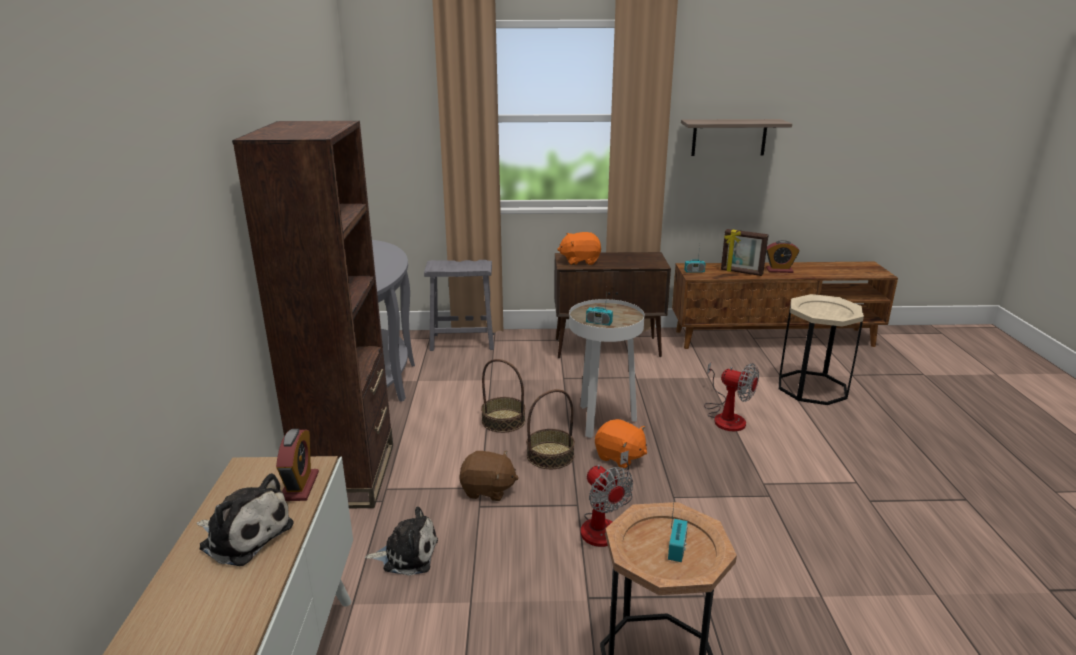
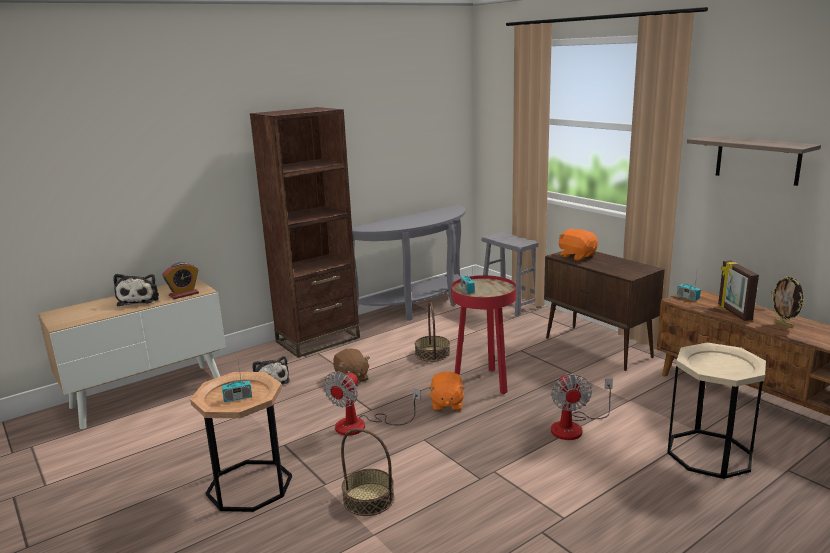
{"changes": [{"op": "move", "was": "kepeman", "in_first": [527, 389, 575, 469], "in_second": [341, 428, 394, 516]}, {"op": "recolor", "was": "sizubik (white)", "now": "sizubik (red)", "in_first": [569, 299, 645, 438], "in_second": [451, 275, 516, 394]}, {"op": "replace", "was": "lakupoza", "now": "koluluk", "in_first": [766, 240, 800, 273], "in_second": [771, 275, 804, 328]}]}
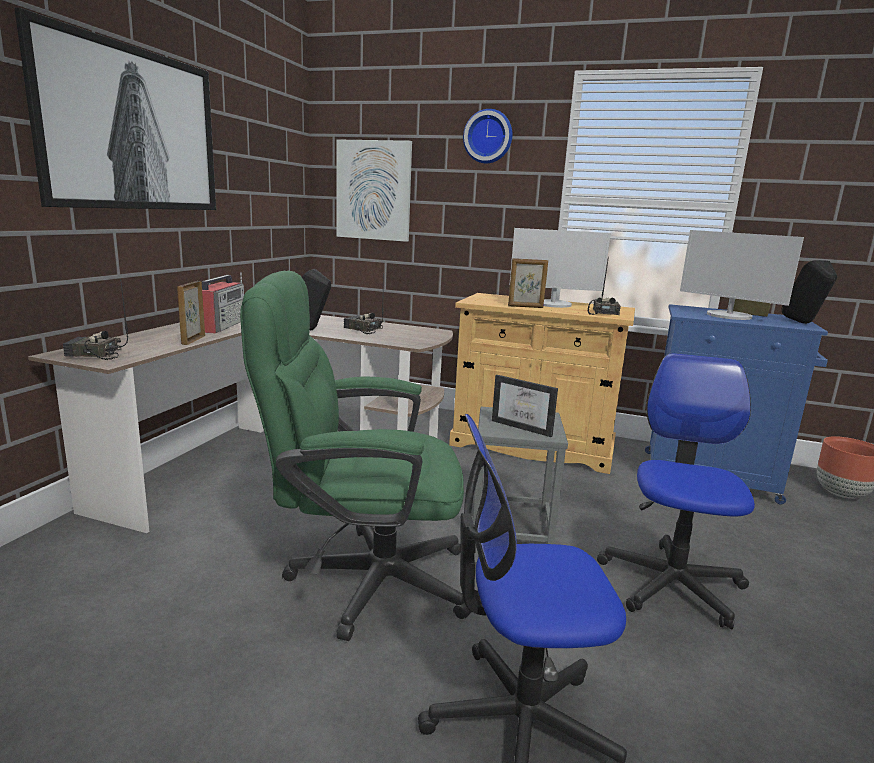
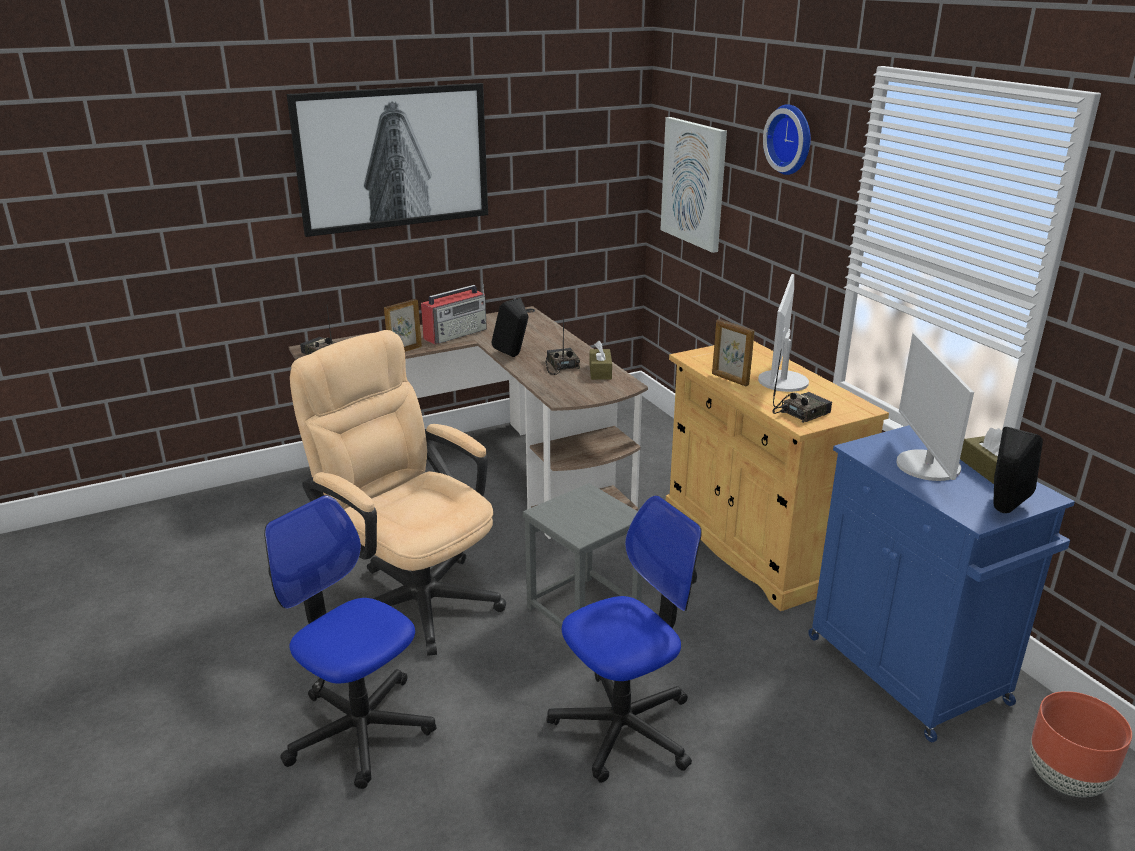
{"changes": [{"op": "recolor", "was": "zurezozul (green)", "now": "zurezozul (beige)", "in_first": [240, 271, 471, 641], "in_second": [290, 330, 506, 656]}, {"op": "insert", "now": "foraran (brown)", "in_second": [590, 341, 612, 380]}, {"op": "rotate", "was": "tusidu", "in_first": [509, 228, 611, 308], "in_second": [758, 274, 809, 392], "clockwise": 60}, {"op": "delete", "was": "koluluk", "in_first": [492, 375, 558, 437]}]}
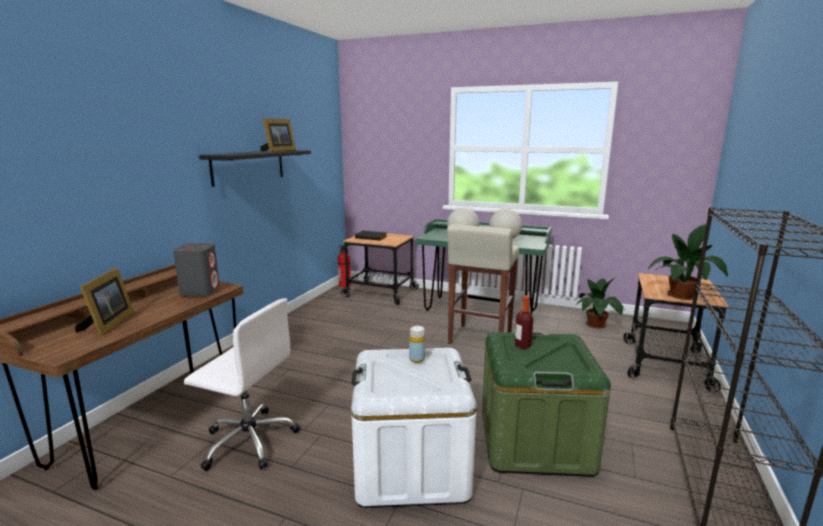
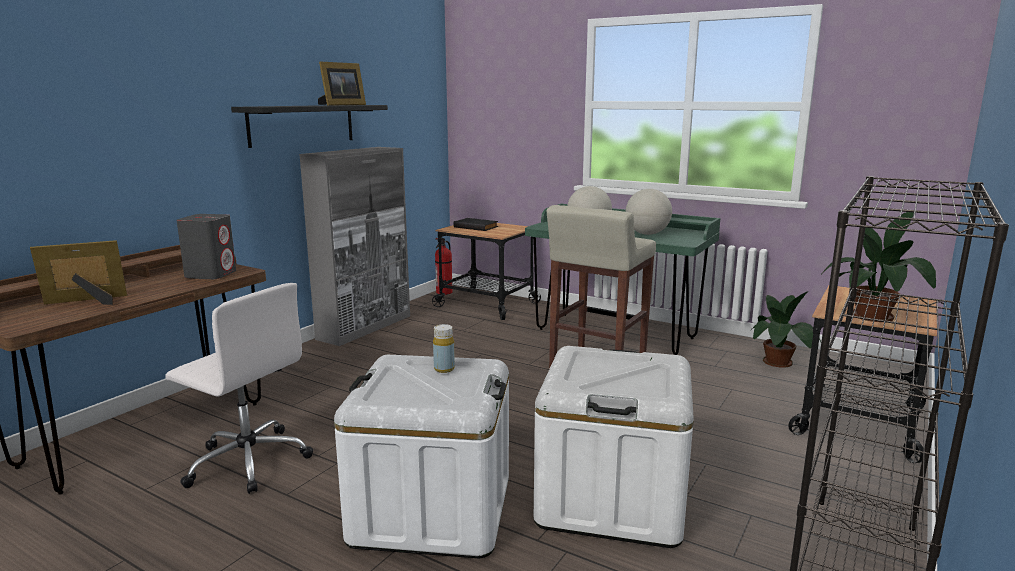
{"changes": [{"op": "rotate", "was": "koluluk", "in_first": [75, 268, 134, 336], "in_second": [30, 240, 127, 305], "clockwise": -120}, {"op": "insert", "now": "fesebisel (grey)", "in_second": [299, 147, 410, 346]}, {"op": "recolor", "was": "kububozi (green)", "now": "kububozi (white)", "in_first": [482, 332, 611, 477], "in_second": [534, 346, 694, 548]}, {"op": "delete", "was": "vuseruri", "in_first": [515, 296, 533, 349]}]}
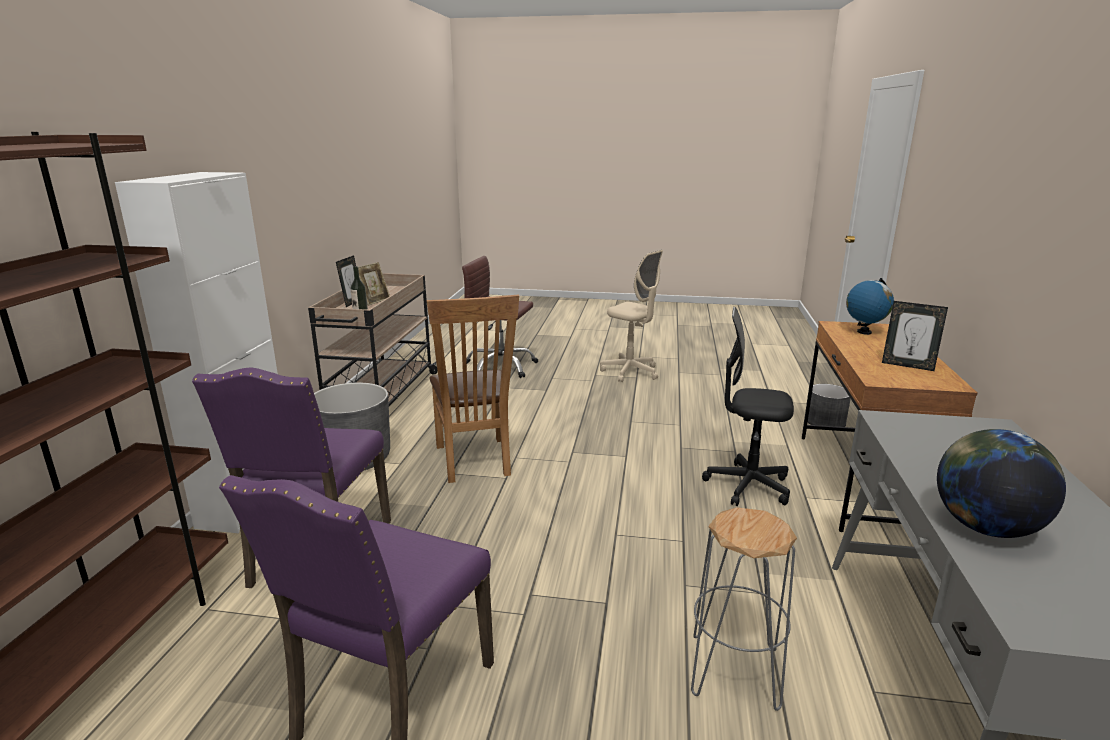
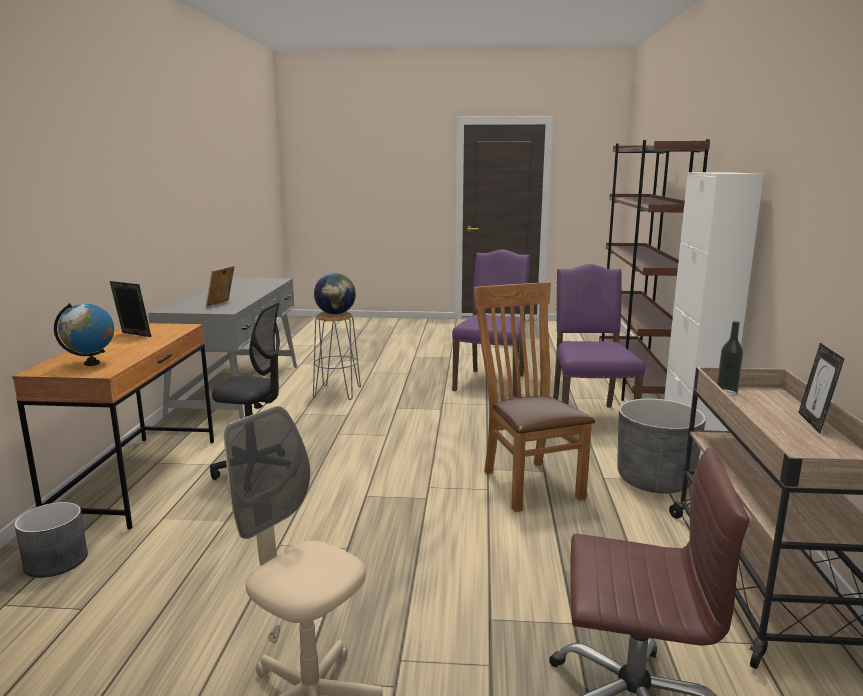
{"changes": [{"op": "move", "was": "koluluk", "in_first": [358, 262, 390, 306], "in_second": [206, 265, 235, 307]}, {"op": "move", "was": "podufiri", "in_first": [937, 429, 1066, 538], "in_second": [314, 273, 356, 315]}]}
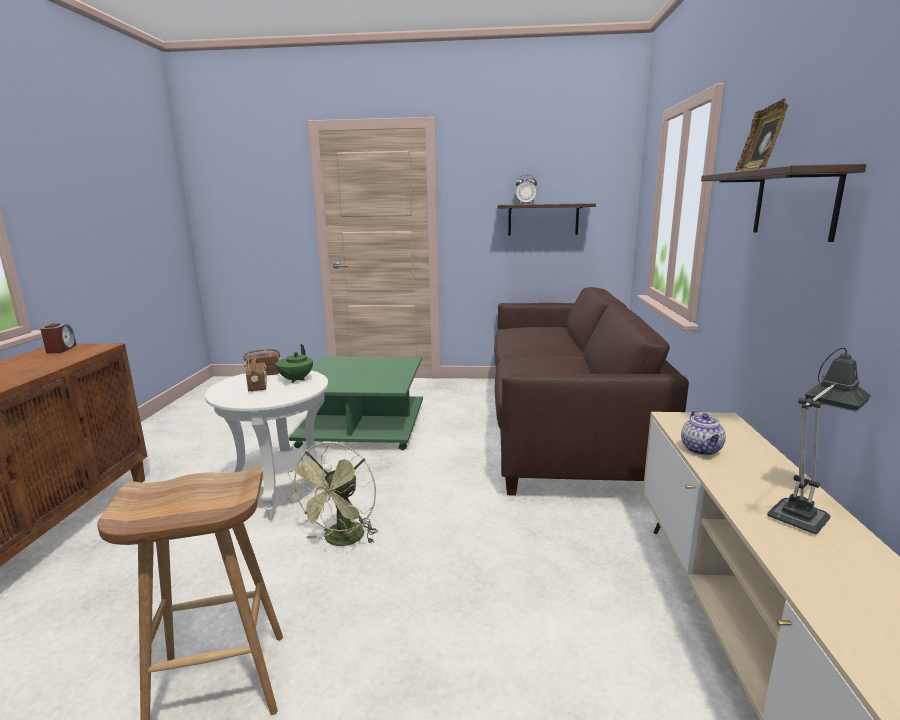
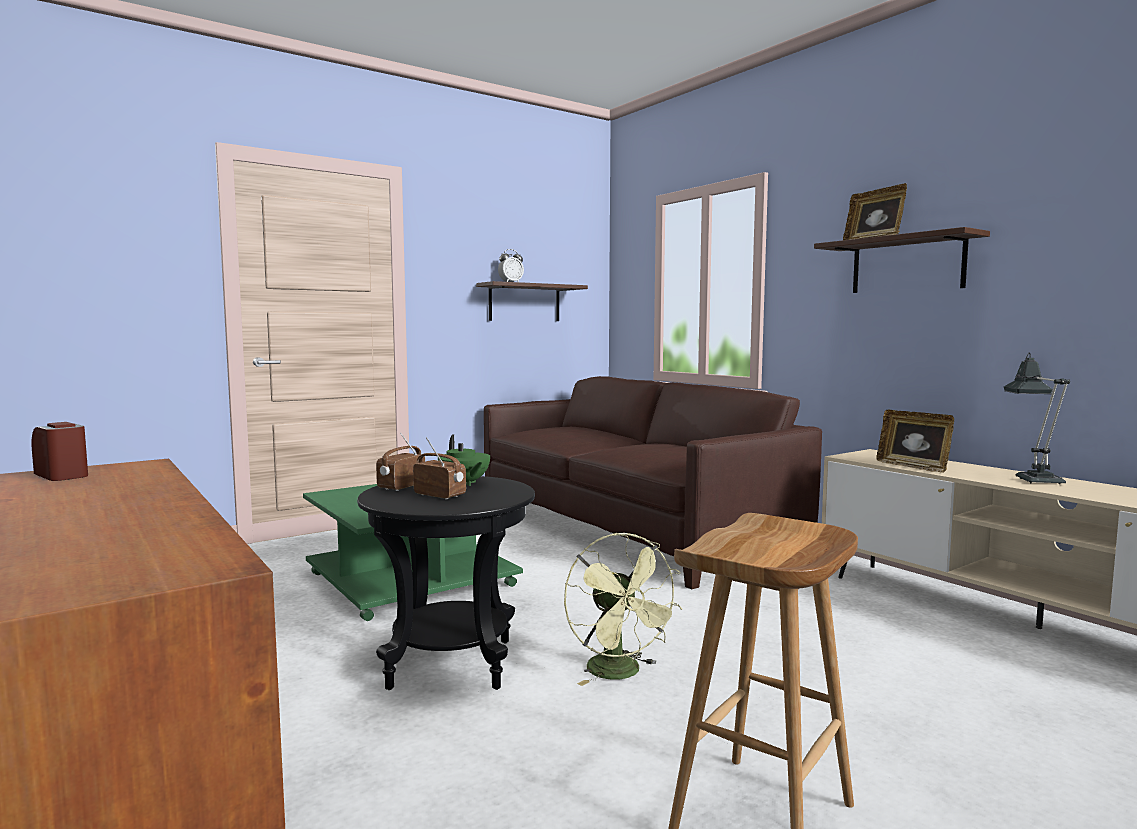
{"changes": [{"op": "recolor", "was": "sizubik (white)", "now": "sizubik (black)", "in_first": [205, 371, 332, 520], "in_second": [357, 476, 535, 690]}, {"op": "replace", "was": "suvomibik", "now": "koluluk", "in_first": [681, 411, 726, 455], "in_second": [876, 410, 954, 473]}]}
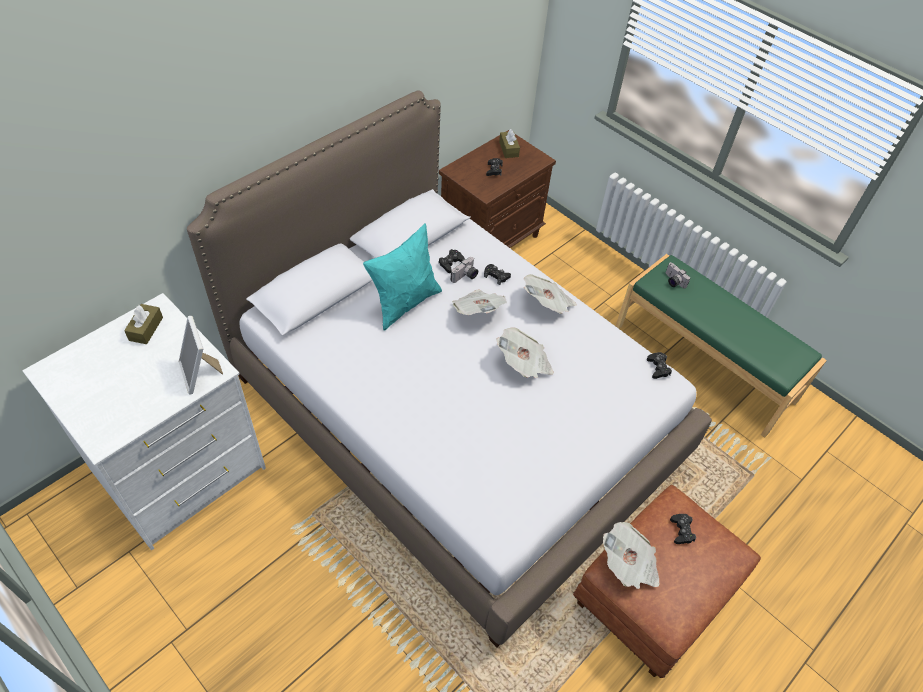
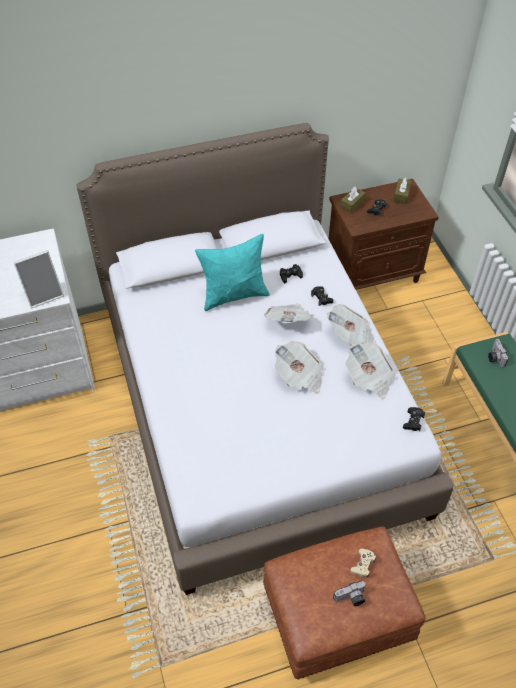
{"changes": [{"op": "rotate", "was": "koluluk", "in_first": [179, 316, 223, 395], "in_second": [13, 250, 64, 308], "clockwise": -120}, {"op": "move", "was": "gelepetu", "in_first": [451, 257, 478, 283], "in_second": [333, 581, 366, 606]}, {"op": "move", "was": "foraran (brown)", "in_first": [124, 304, 163, 344], "in_second": [340, 187, 366, 214]}, {"op": "move", "was": "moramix", "in_first": [603, 522, 660, 589], "in_second": [345, 342, 395, 399]}, {"op": "recolor", "was": "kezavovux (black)", "now": "kezavovux (beige)", "in_first": [670, 514, 696, 544], "in_second": [350, 549, 376, 578]}]}
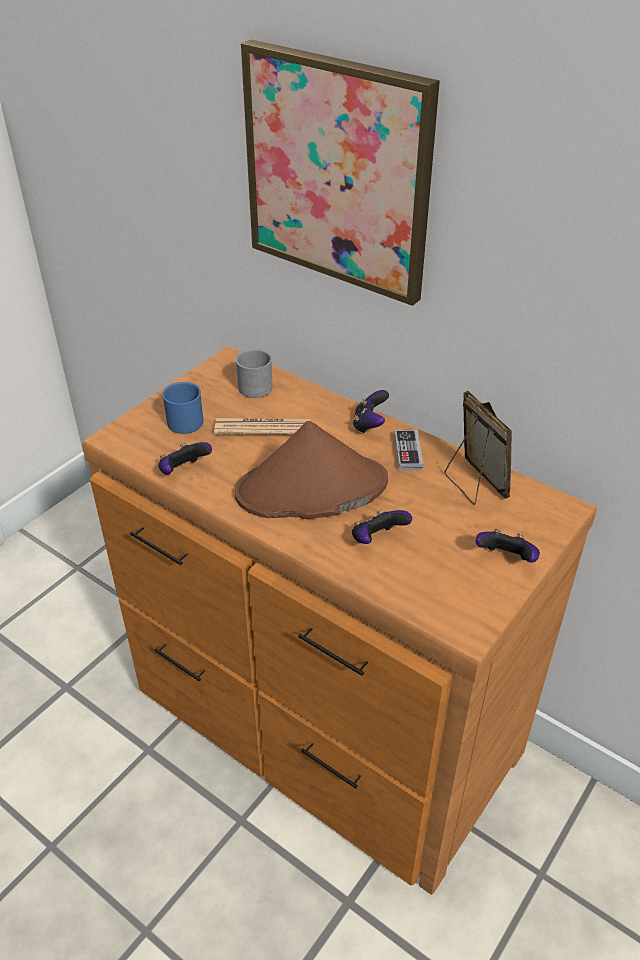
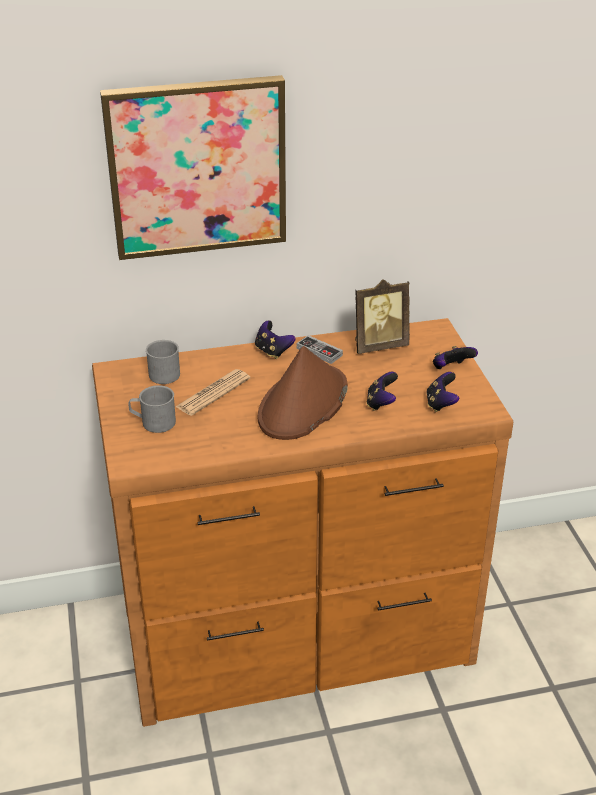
{"changes": [{"op": "recolor", "was": "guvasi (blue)", "now": "guvasi (grey)", "in_first": [162, 382, 203, 434], "in_second": [128, 385, 176, 433]}, {"op": "rotate", "was": "koluluk", "in_first": [445, 391, 512, 505], "in_second": [355, 279, 410, 354], "clockwise": 150}, {"op": "move", "was": "kezavovux", "in_first": [158, 442, 212, 475], "in_second": [426, 372, 459, 412]}]}
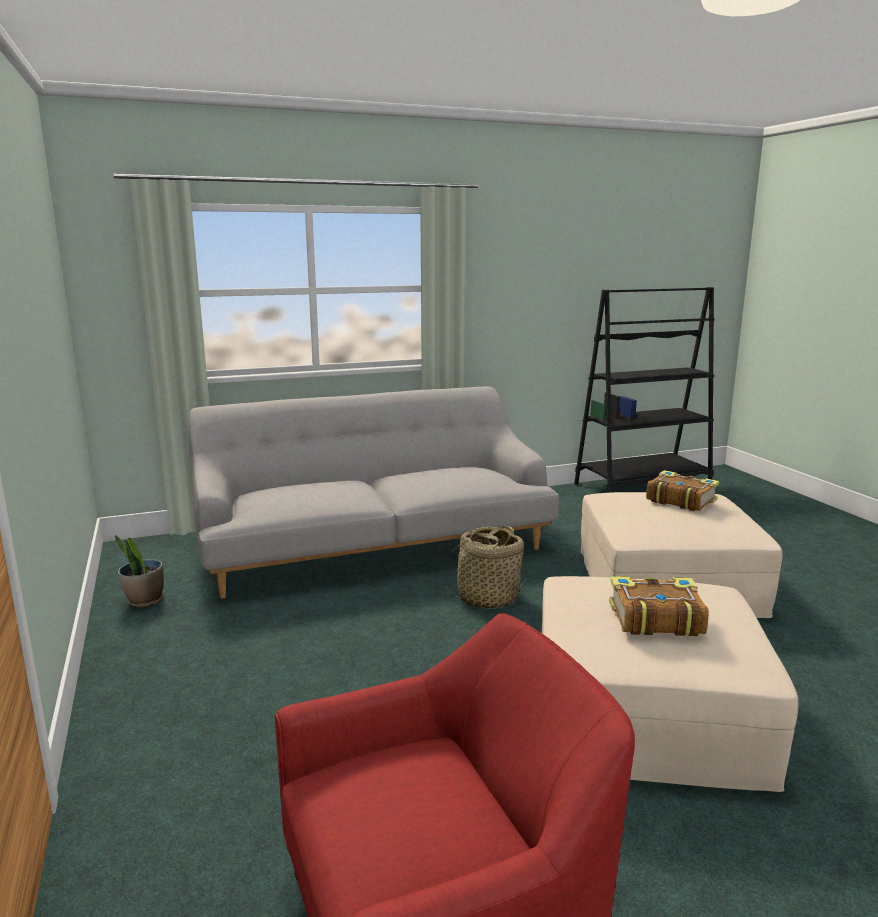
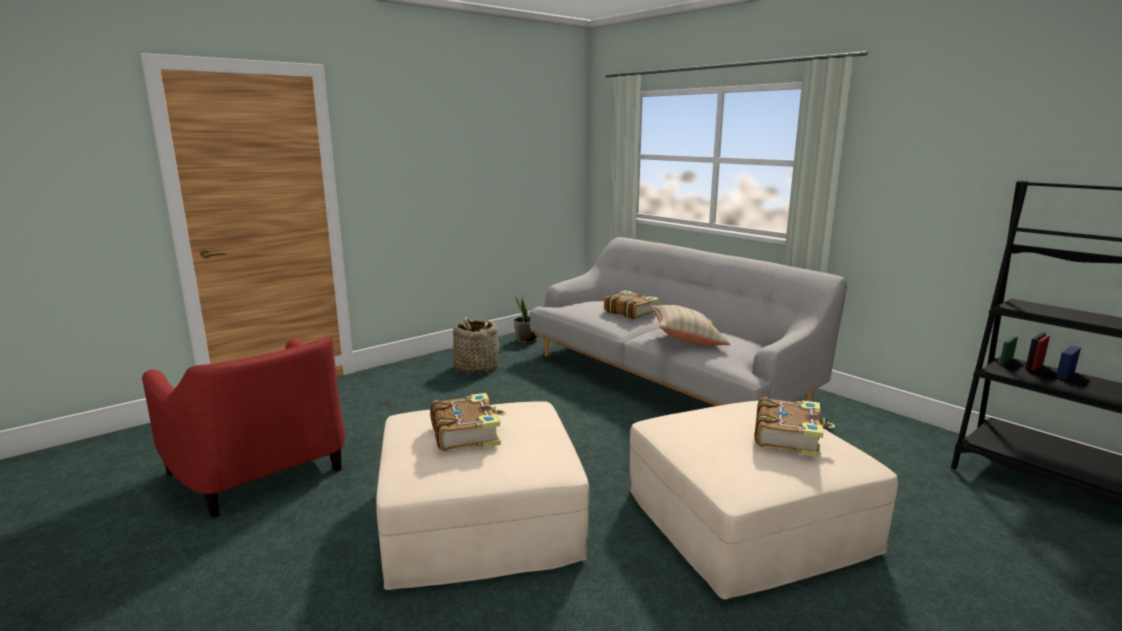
{"changes": [{"op": "move", "was": "kepeman", "in_first": [443, 526, 525, 609], "in_second": [453, 317, 499, 374]}, {"op": "insert", "now": "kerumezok", "in_second": [604, 290, 659, 319]}, {"op": "insert", "now": "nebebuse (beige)", "in_second": [651, 305, 731, 346]}]}
